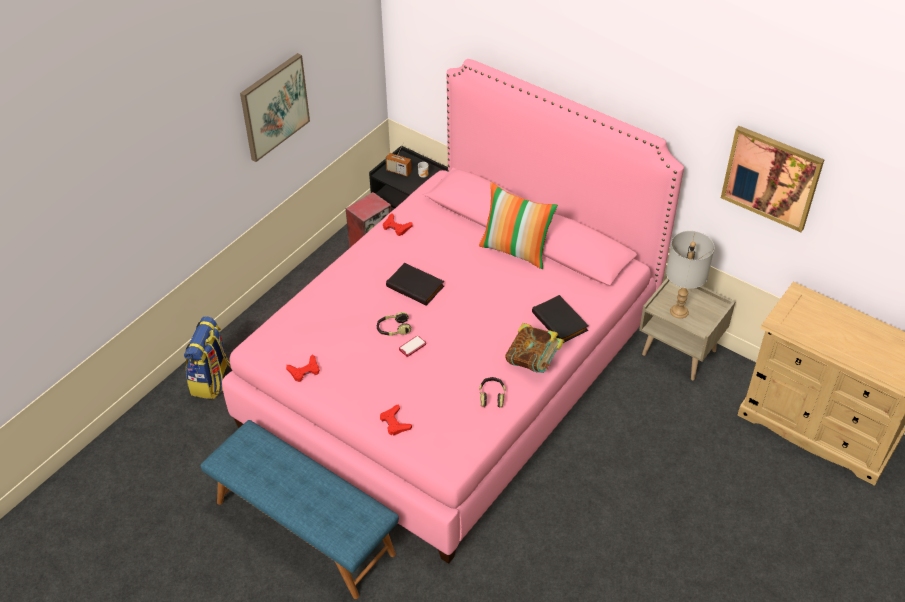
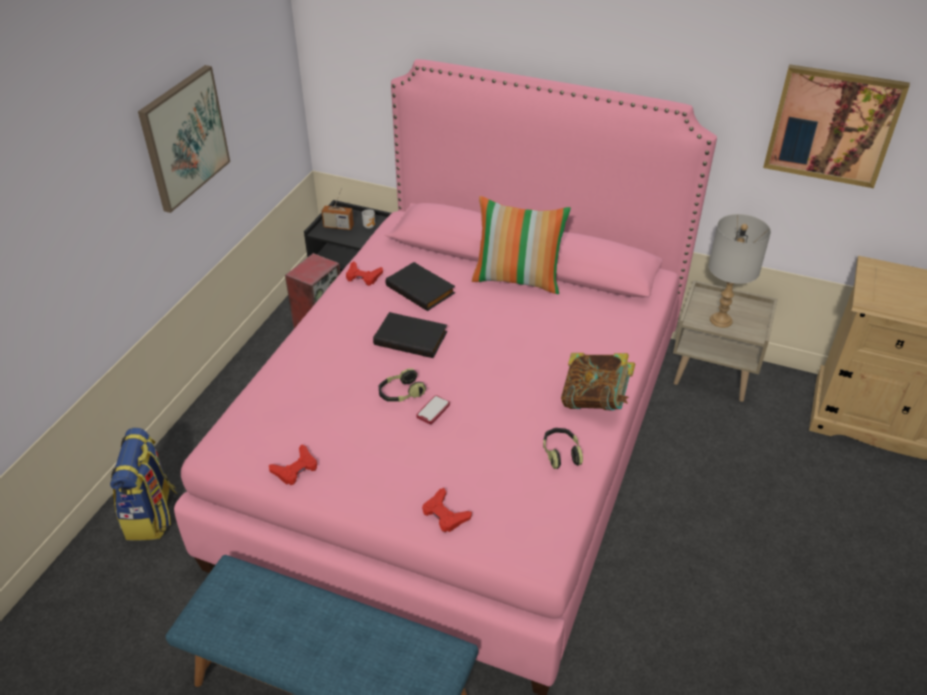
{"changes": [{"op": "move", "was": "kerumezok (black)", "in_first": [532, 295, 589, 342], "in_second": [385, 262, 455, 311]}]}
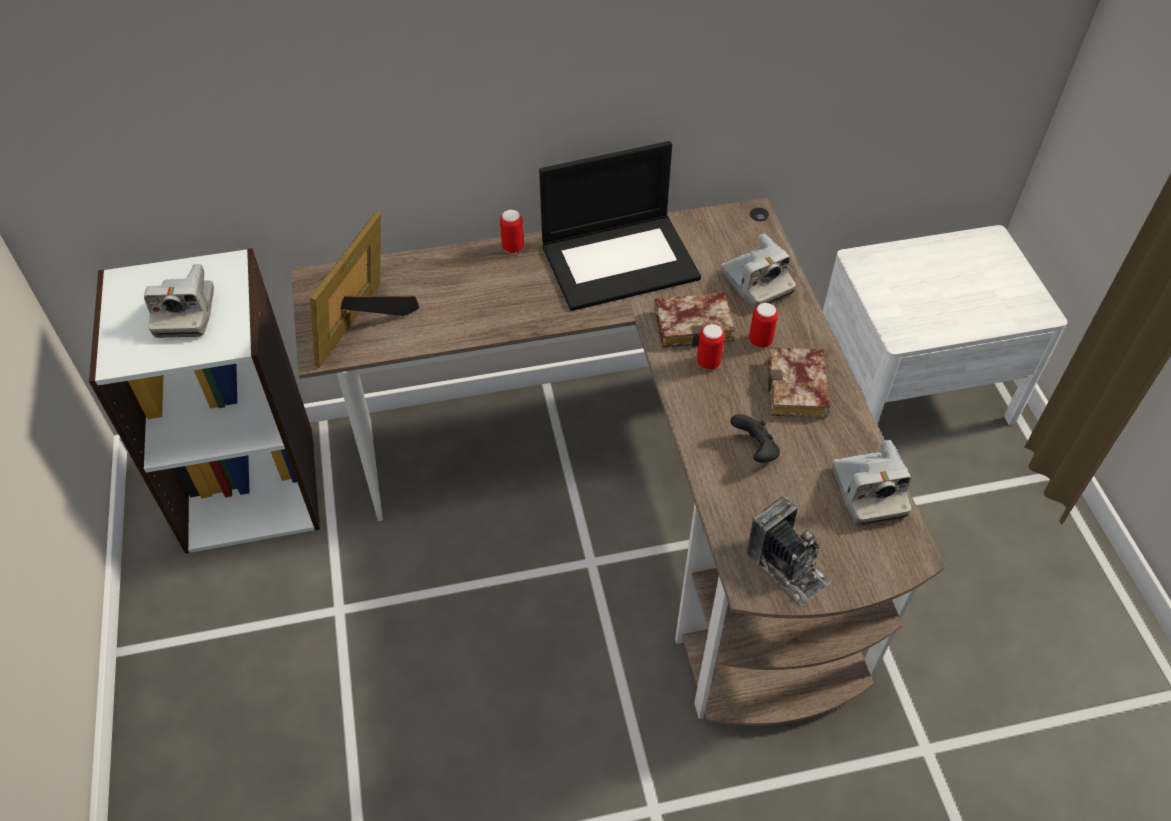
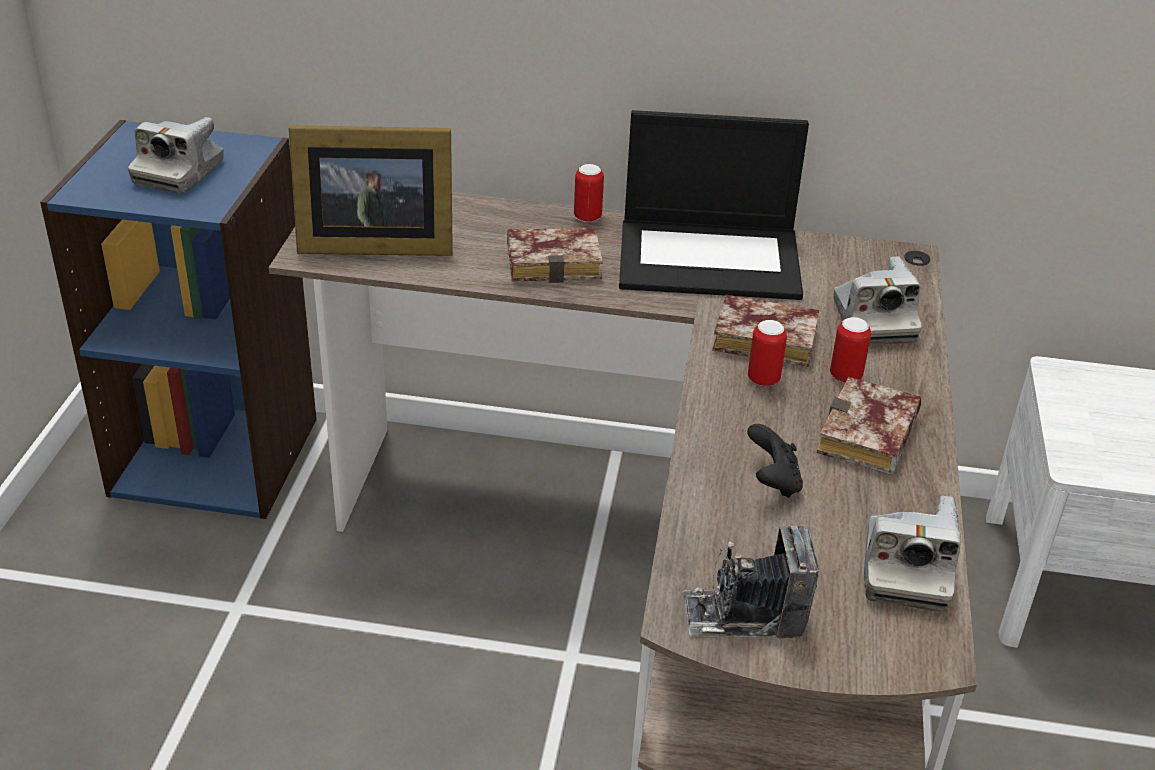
{"changes": [{"op": "recolor", "was": "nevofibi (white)", "now": "nevofibi (blue)", "in_first": [89, 248, 320, 554], "in_second": [40, 120, 317, 519]}, {"op": "rotate", "was": "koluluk", "in_first": [310, 212, 419, 368], "in_second": [289, 125, 453, 256], "clockwise": -135}, {"op": "insert", "now": "kerumezok", "in_second": [507, 228, 603, 283]}, {"op": "rotate", "was": "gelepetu", "in_first": [747, 496, 831, 606], "in_second": [683, 526, 819, 638], "clockwise": 105}]}
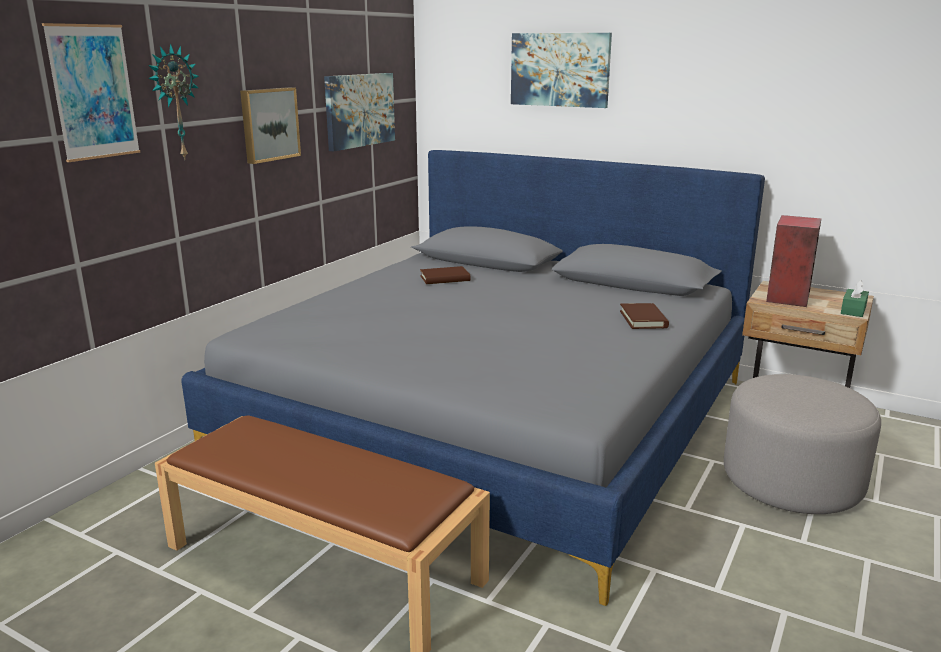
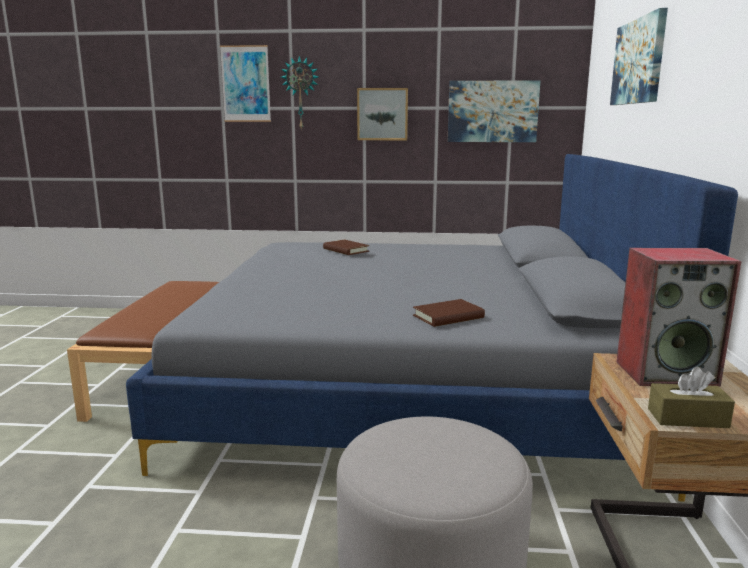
{"changes": [{"op": "move", "was": "kerumezok (brown)", "in_first": [420, 266, 470, 284], "in_second": [323, 239, 369, 255]}, {"op": "recolor", "was": "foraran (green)", "now": "foraran (brown)", "in_first": [841, 280, 869, 317], "in_second": [648, 367, 735, 428]}]}
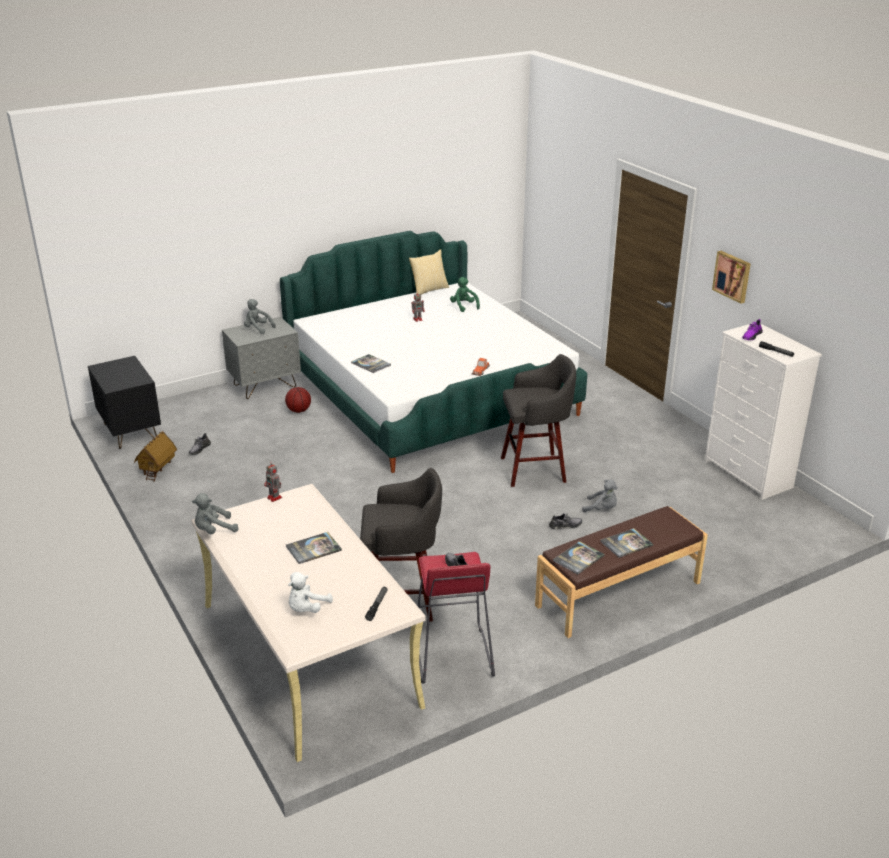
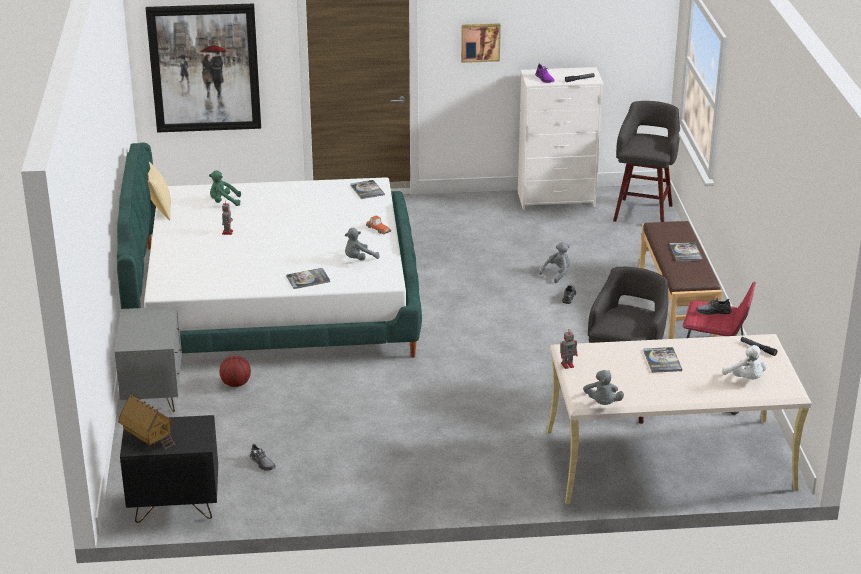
{"changes": [{"op": "move", "was": "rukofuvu", "in_first": [134, 431, 177, 482], "in_second": [118, 394, 175, 451]}, {"op": "insert", "now": "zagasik", "in_second": [146, 4, 261, 133]}, {"op": "move", "was": "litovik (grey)", "in_first": [244, 299, 276, 334], "in_second": [345, 228, 380, 261]}, {"op": "move", "was": "kerumezok", "in_first": [553, 541, 605, 574], "in_second": [350, 180, 385, 199]}, {"op": "move", "was": "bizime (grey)", "in_first": [501, 354, 576, 487], "in_second": [613, 101, 680, 222]}]}
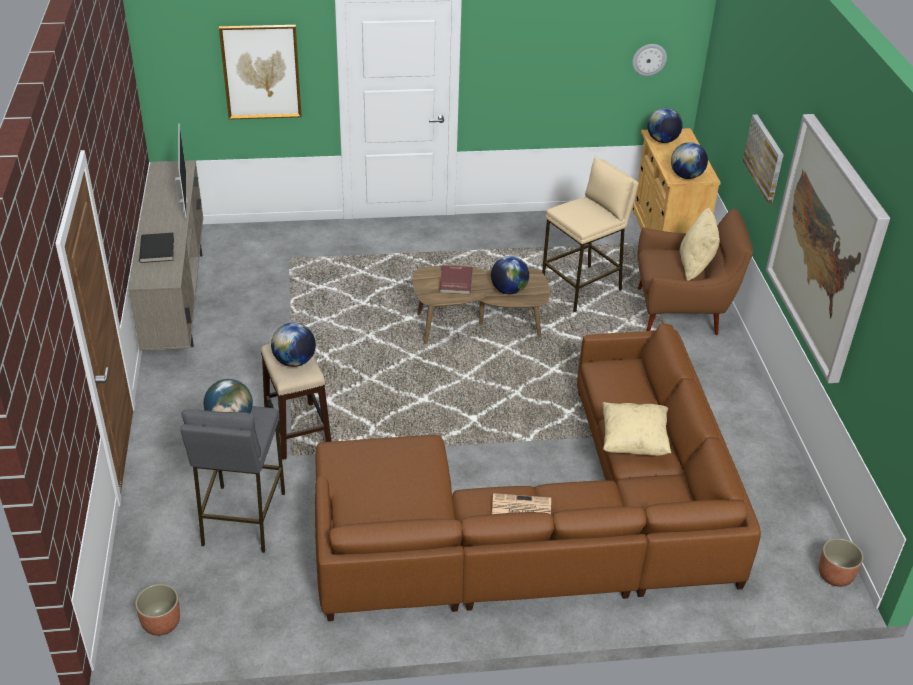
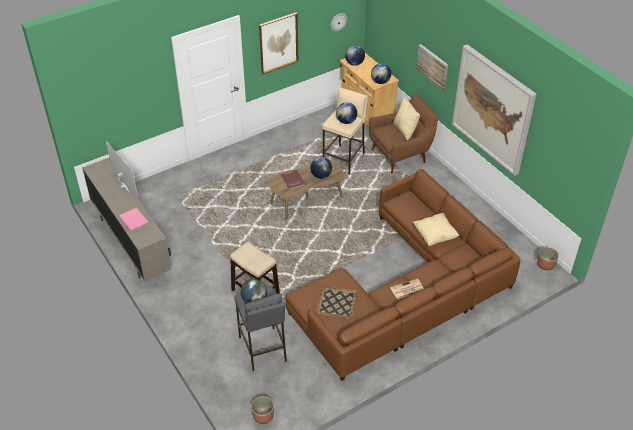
{"changes": [{"op": "recolor", "was": "kerumezok (black)", "now": "kerumezok (pink)", "in_first": [139, 233, 174, 263], "in_second": [119, 208, 148, 232]}, {"op": "move", "was": "zagasik", "in_first": [219, 25, 302, 120], "in_second": [259, 13, 298, 74]}, {"op": "insert", "now": "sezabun", "in_second": [316, 286, 358, 320]}, {"op": "move", "was": "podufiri", "in_first": [271, 323, 316, 367], "in_second": [336, 102, 357, 124]}]}
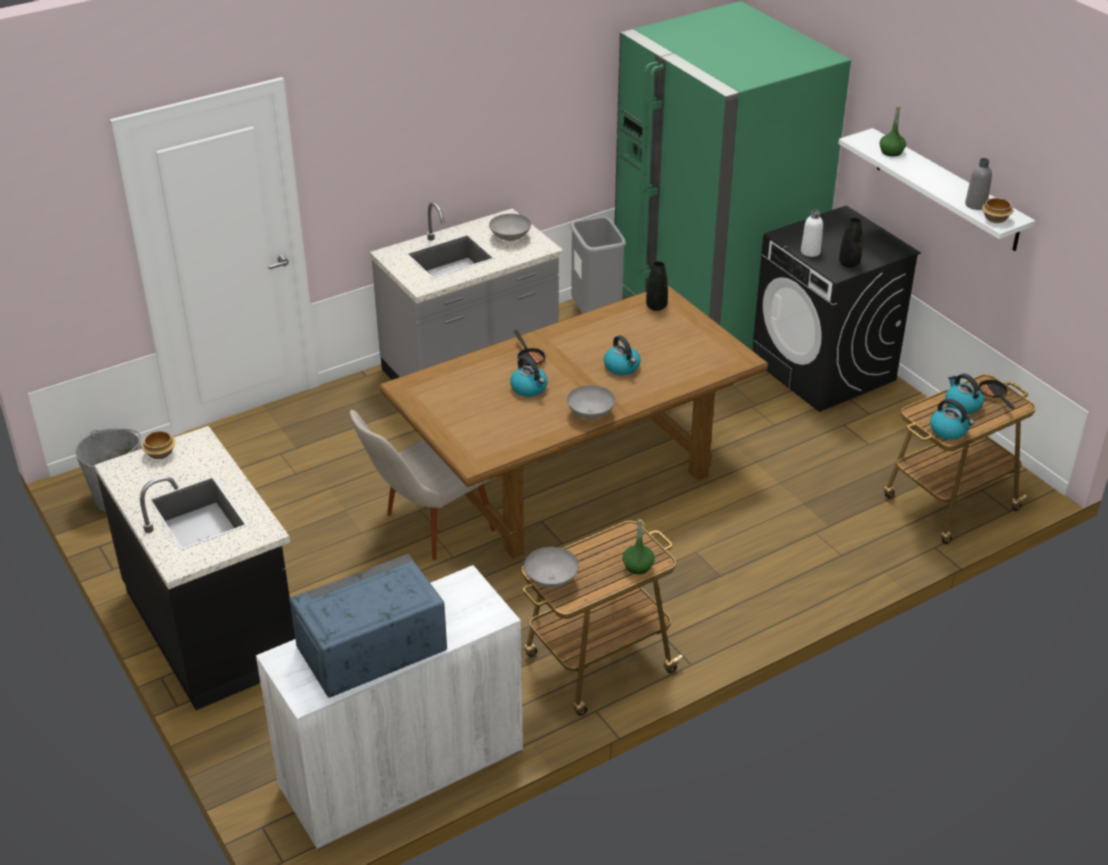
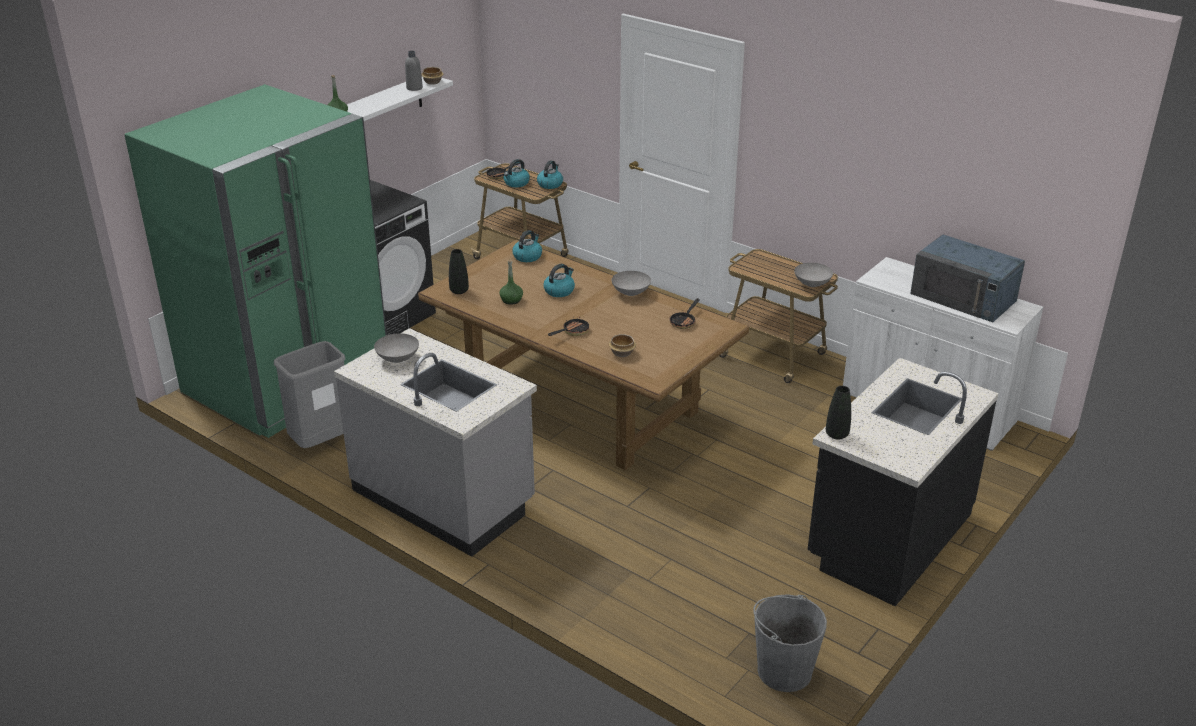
{"changes": [{"op": "move", "was": "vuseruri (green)", "in_first": [623, 519, 655, 574], "in_second": [499, 260, 523, 305]}, {"op": "move", "was": "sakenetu", "in_first": [510, 356, 548, 397], "in_second": [512, 230, 542, 262]}, {"op": "move", "was": "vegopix", "in_first": [142, 431, 175, 459], "in_second": [609, 334, 636, 357]}, {"op": "insert", "now": "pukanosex", "in_second": [670, 298, 700, 329]}, {"op": "move", "was": "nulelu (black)", "in_first": [839, 217, 862, 267], "in_second": [826, 386, 851, 440]}, {"op": "delete", "was": "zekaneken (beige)", "in_first": [349, 410, 495, 560]}, {"op": "delete", "was": "vuseruri (white)", "in_first": [801, 210, 823, 257]}]}
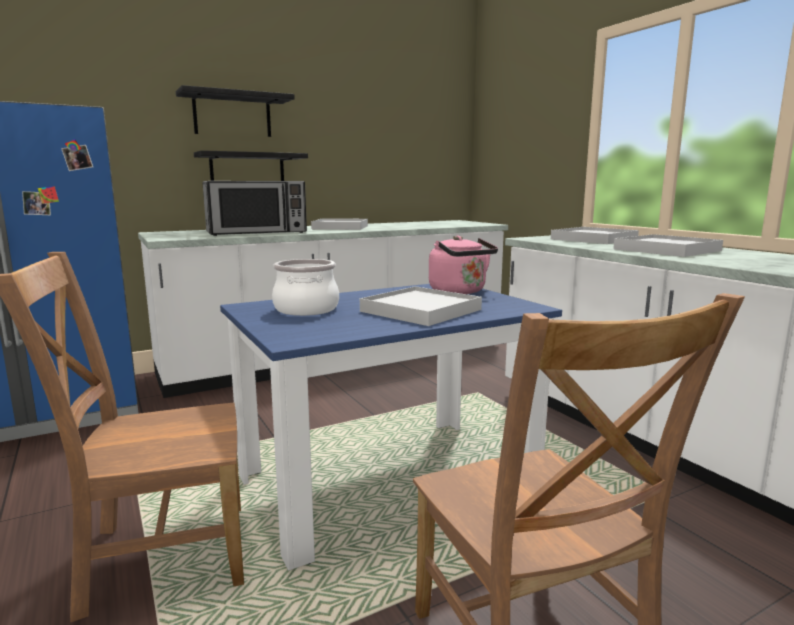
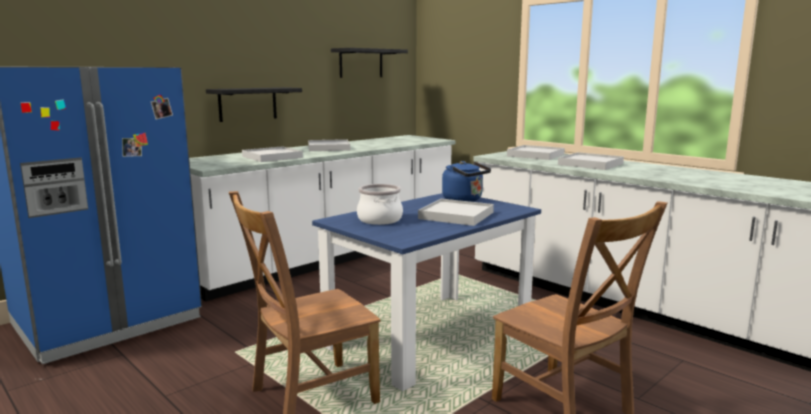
{"changes": [{"op": "replace", "was": "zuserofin", "now": "sezabun (white)", "in_first": [202, 181, 307, 236], "in_second": [242, 146, 303, 162]}, {"op": "move", "was": "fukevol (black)", "in_first": [176, 85, 295, 137], "in_second": [331, 48, 408, 78]}, {"op": "recolor", "was": "sakenetu (pink)", "now": "sakenetu (blue)", "in_first": [429, 235, 498, 294], "in_second": [442, 161, 491, 202]}]}
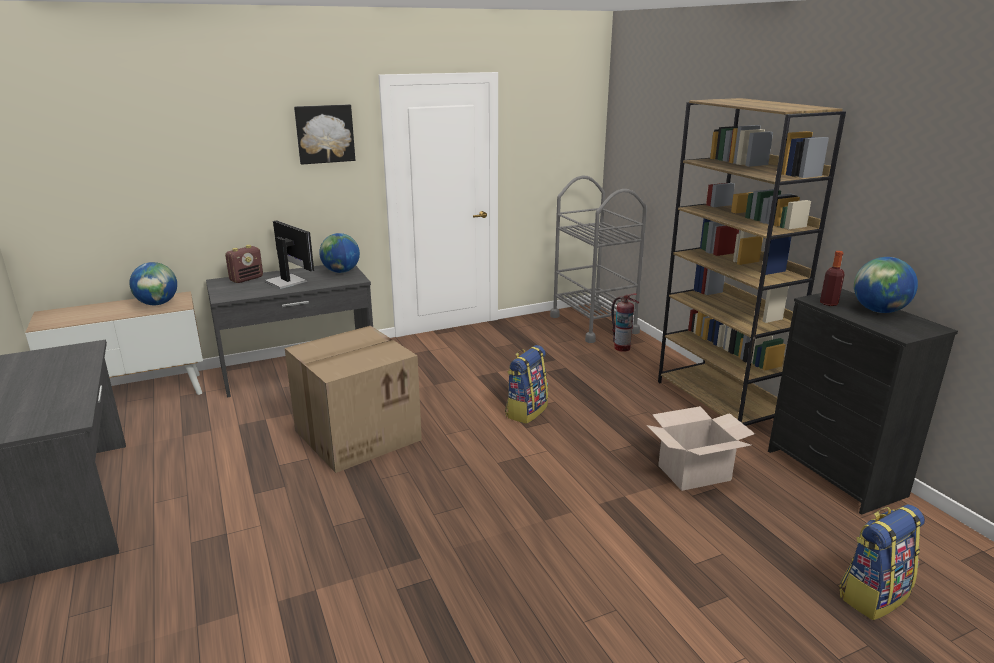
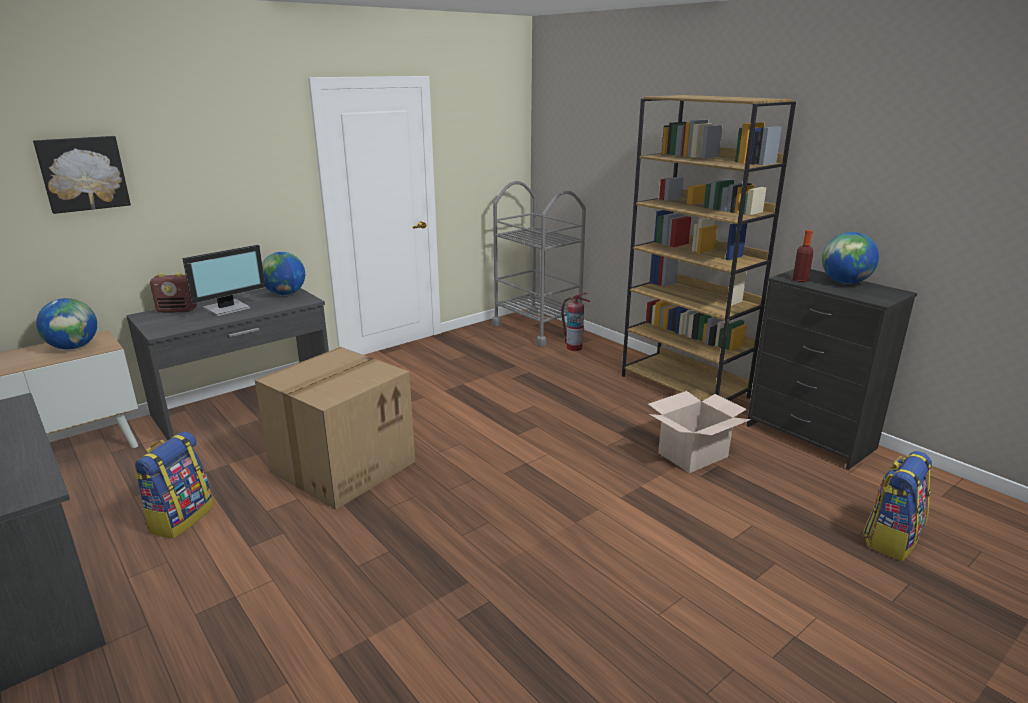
{"changes": [{"op": "move", "was": "zagasik", "in_first": [294, 104, 355, 165], "in_second": [33, 136, 131, 214]}, {"op": "move", "was": "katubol", "in_first": [505, 345, 548, 424], "in_second": [134, 431, 214, 539]}, {"op": "rotate", "was": "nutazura", "in_first": [225, 245, 263, 283], "in_second": [150, 273, 197, 313], "clockwise": 60}, {"op": "rotate", "was": "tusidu", "in_first": [265, 220, 314, 289], "in_second": [182, 245, 266, 317], "clockwise": 105}]}
